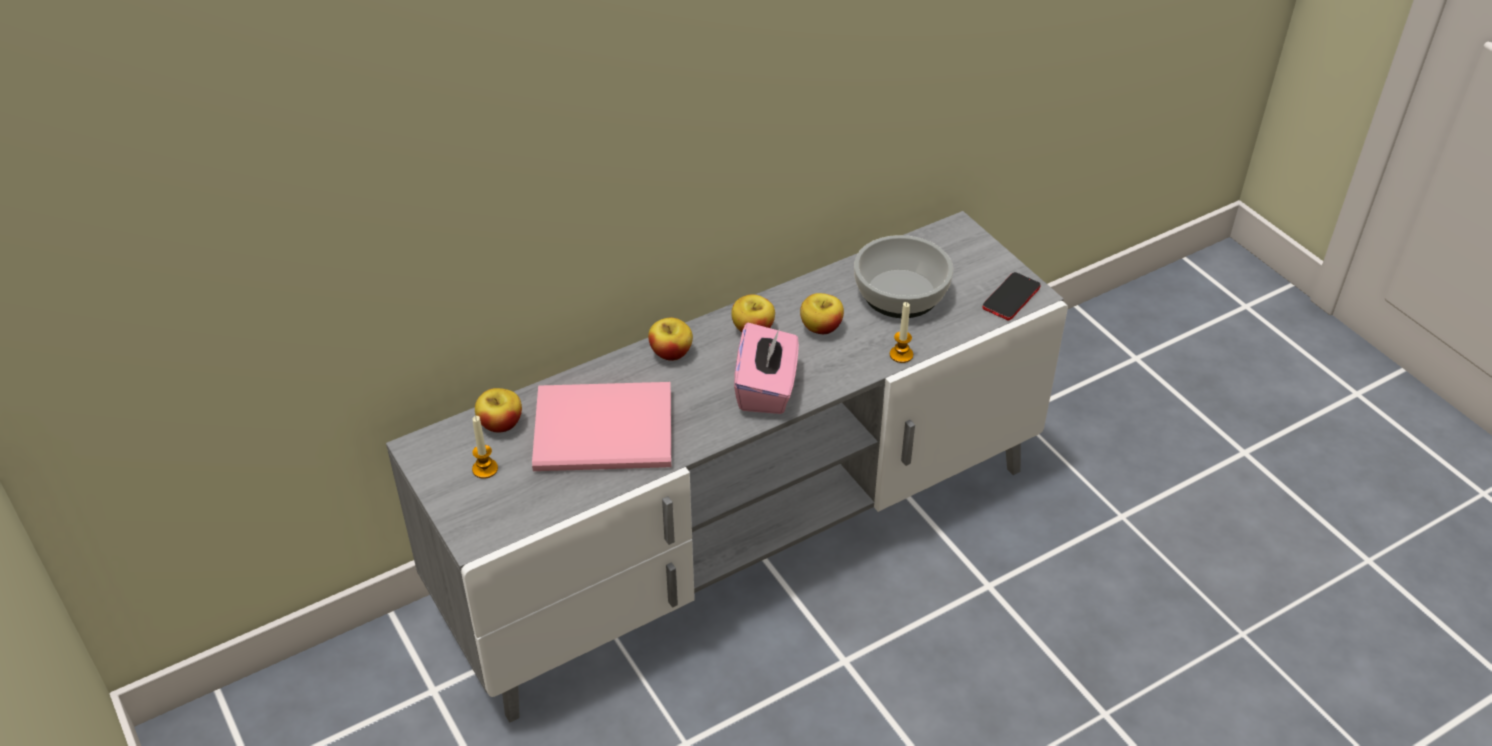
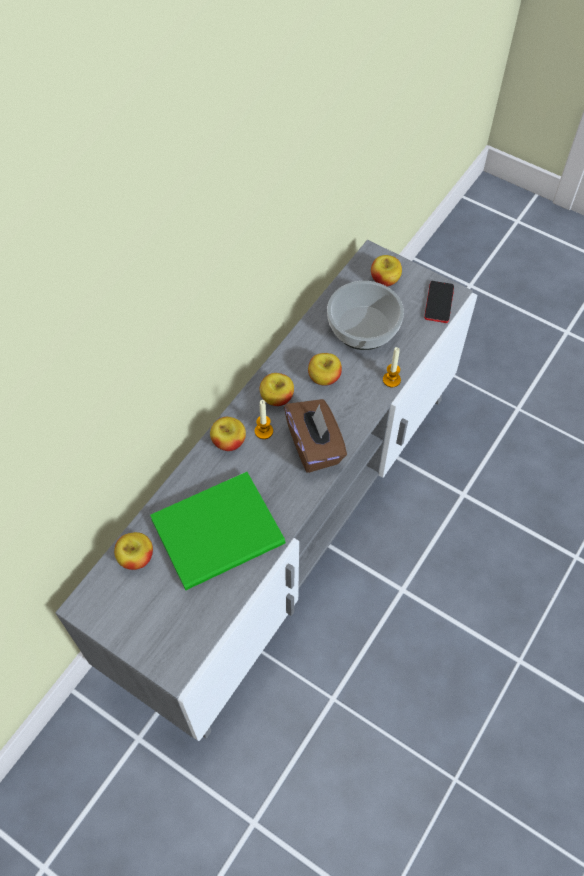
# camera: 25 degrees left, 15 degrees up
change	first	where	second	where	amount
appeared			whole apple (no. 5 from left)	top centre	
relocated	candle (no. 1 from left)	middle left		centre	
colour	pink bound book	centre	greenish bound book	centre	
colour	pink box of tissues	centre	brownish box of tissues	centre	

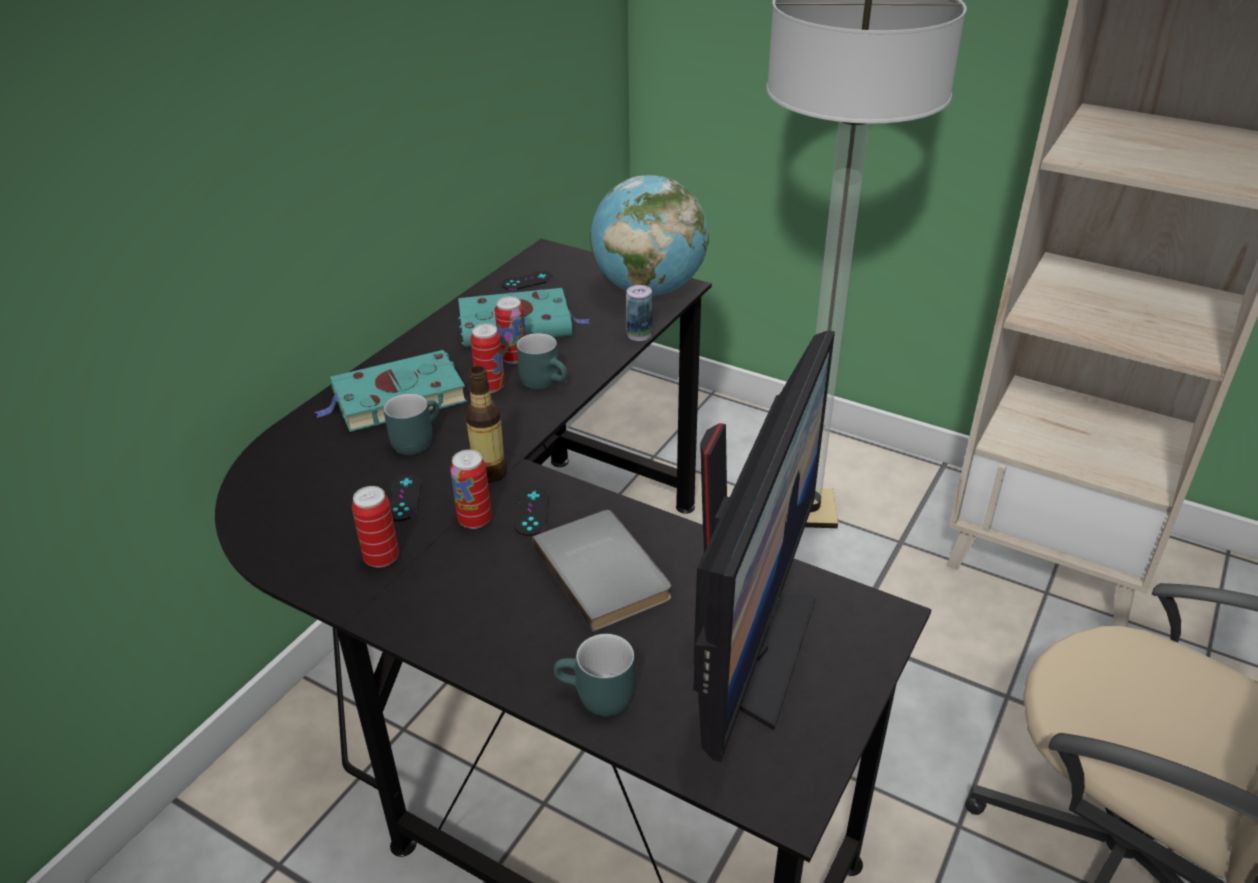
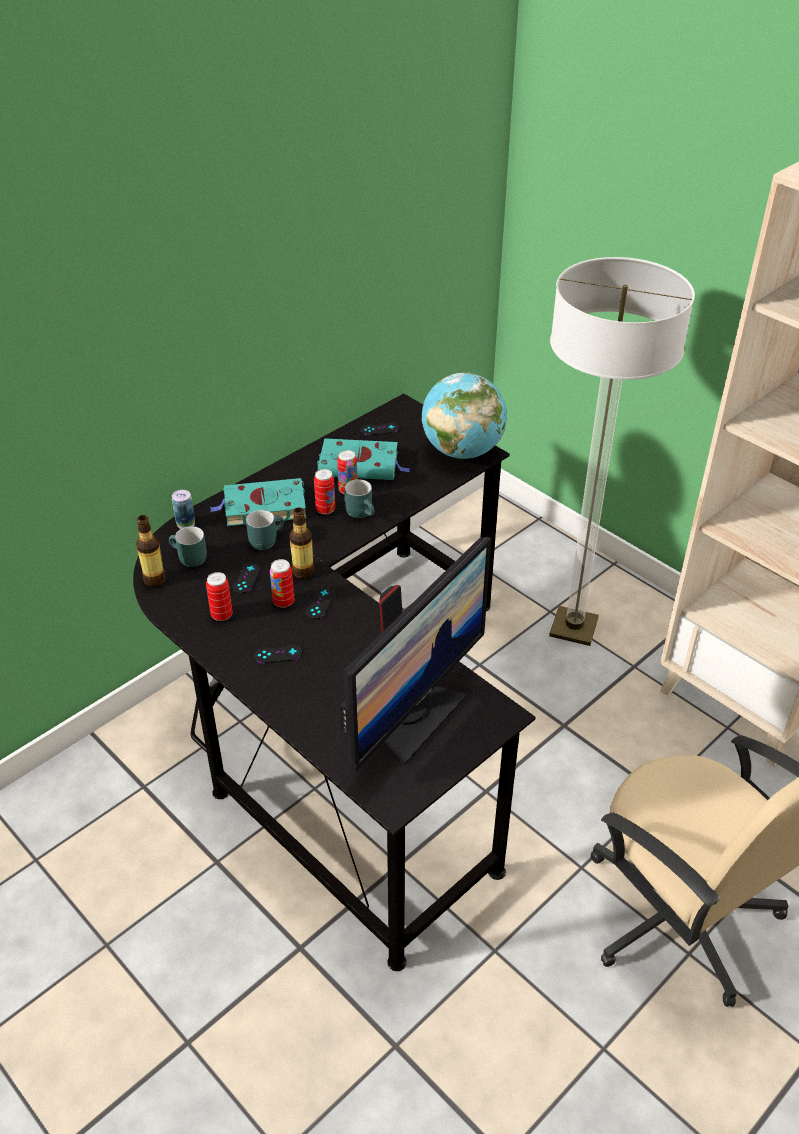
# camera: 15 degrees right, 5 degrees up
change	first	where	second	where	amount
missing	greyish bound book	centre			
appeared			bottle (no. 1 from left)	middle left	
appeared			black game controller (no. 2 from left)	centre	
relocated	turquoise coffee mug (no. 3 from left in the first image)	bottom centre	turquoise coffee mug (no. 1 from left)	middle left	
relocated	metal can (no. 5 from left in the first image)	centre	metal can (no. 1 from left)	middle left	

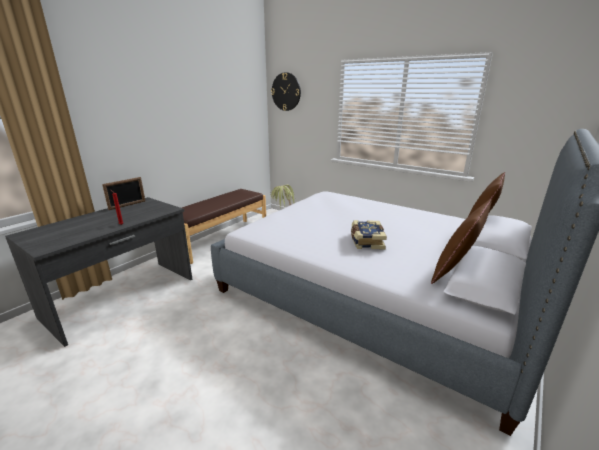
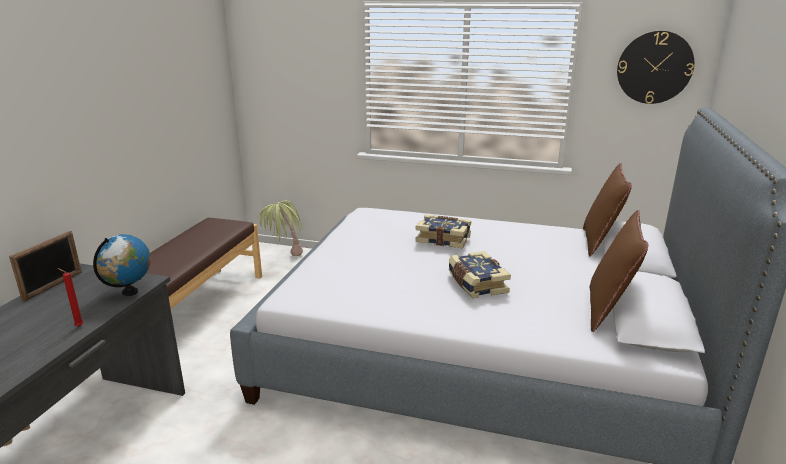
# camera: 20 degrees left, 0 degrees up
change	first	where	second	where	amount
appeared			world globe	middle left	
appeared			bound book (no. 1 from left)	centre	
relocated	wall clock	top centre		top right	

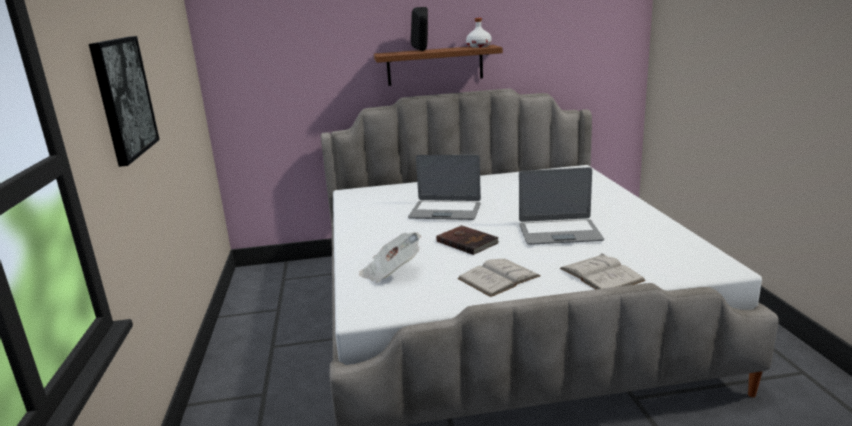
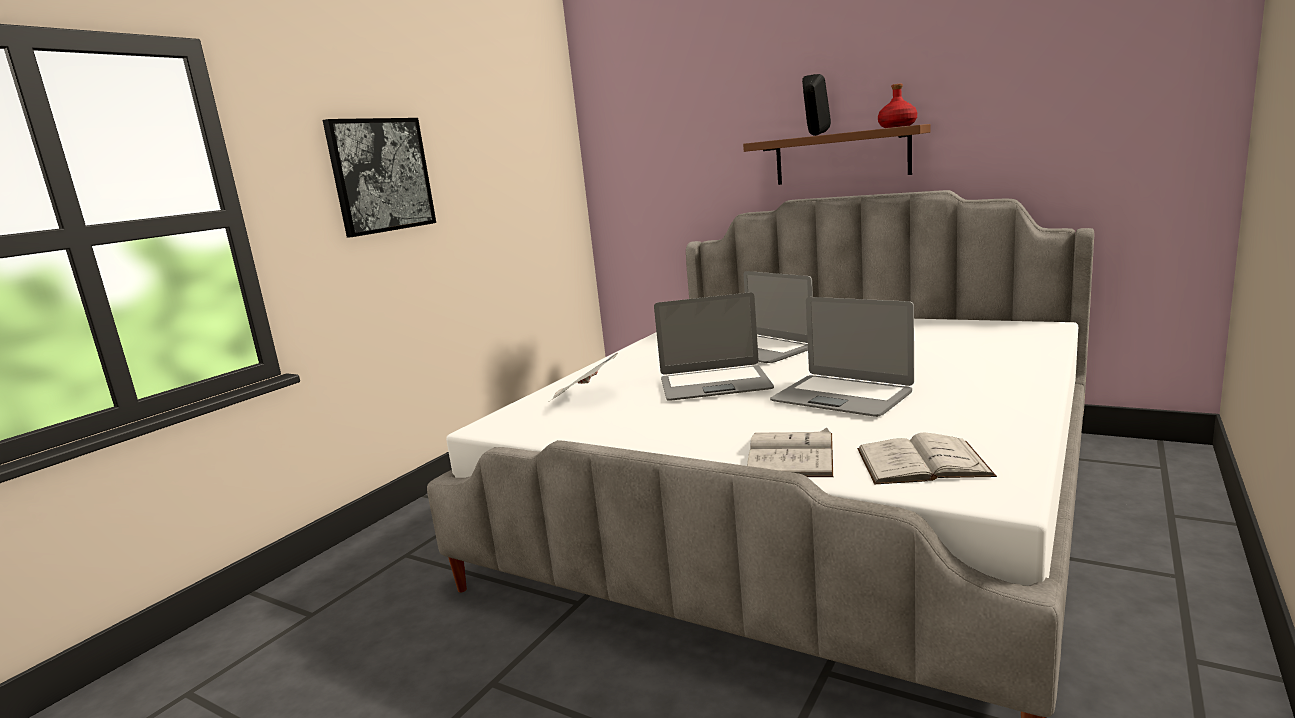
# camera: 40 degrees right, 5 degrees down
change	first	where	second	where	amount
relocated	white bound book (no. 1 from left in the first image)	centre	white bound book (no. 2 from left)	middle right	
exchanged	brownish bound book	centre	portable computer (no. 1 from left)	centre	
colour	white bottle	top centre	red bottle	top right	

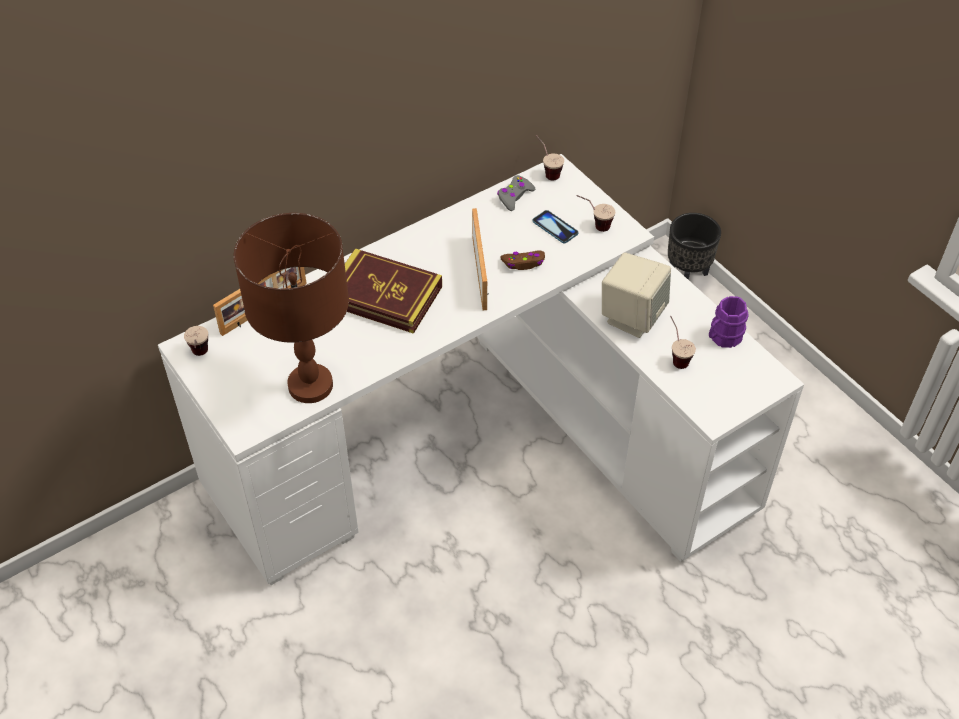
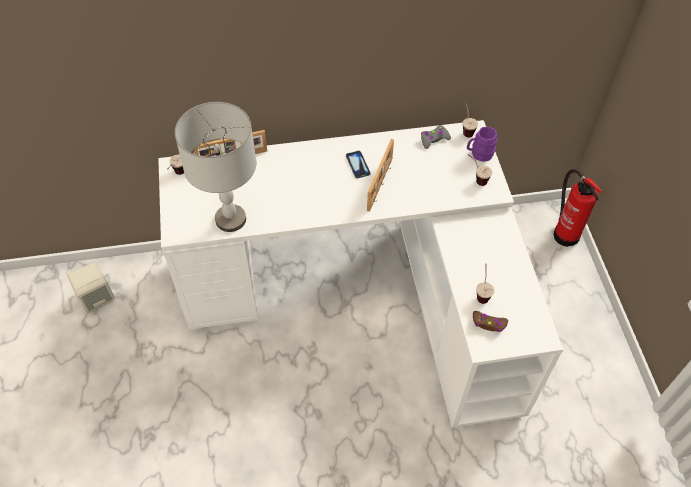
# camera: 25 degrees right, 5 degrees up
change	first	where	second	where	amount
missing	bound book	centre			
relocated	brownish game controller	centre		middle right	
relocated	telephone	top centre		centre	
relocated	beige audio speaker	centre		middle left	
relocated	purple coffee mug	middle right		top right	
exchanged	black planter	middle right	fire-fighting cylinder	middle right	
colour	brownish lamp for a table	middle left	greyish lamp for a table	middle left	

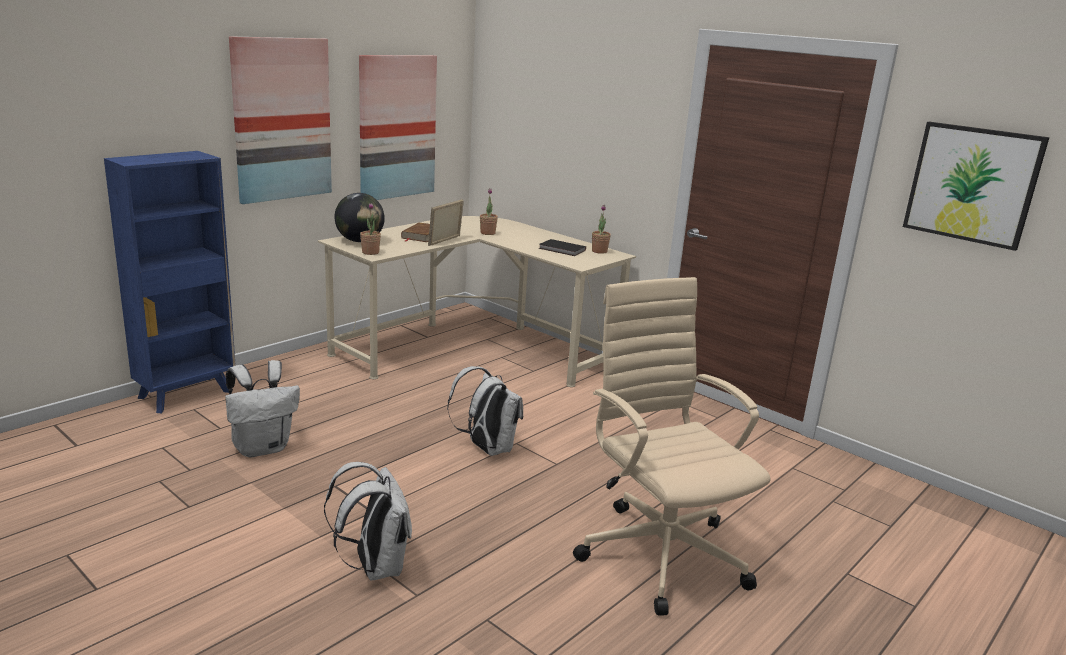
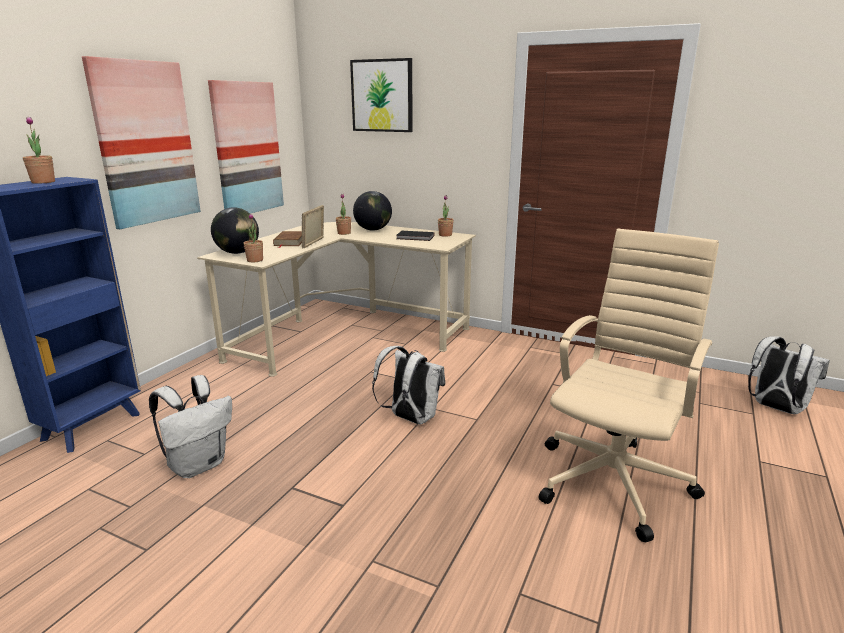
# camera: 15 degrees left, 0 degrees up
change	first	where	second	where	amount
appeared			potted plant (no. 1 from left)	top left	
appeared			world globe (no. 2 from left)	centre	
relocated	white rucksack (no. 2 from left in the first image)	bottom centre	white rucksack (no. 3 from left)	middle right	
relocated	picture (no. 3 from left)	top right		top centre	
spun	beige office chair	bottom centre		middle right	75 degrees clockwise

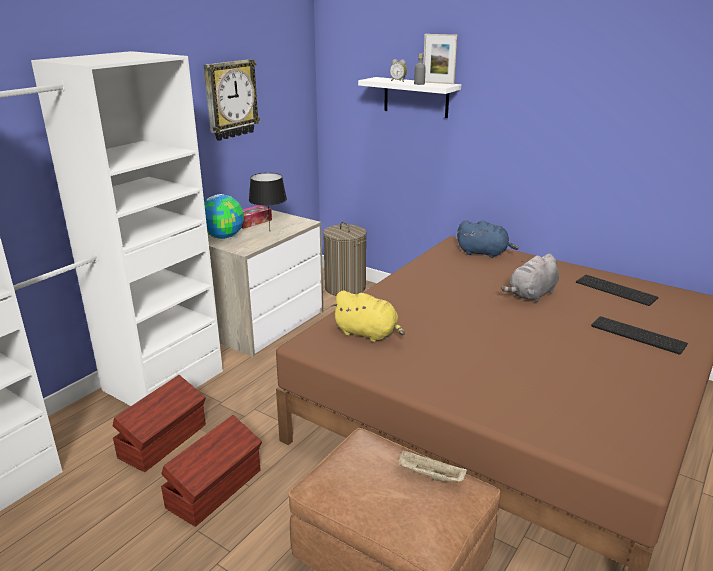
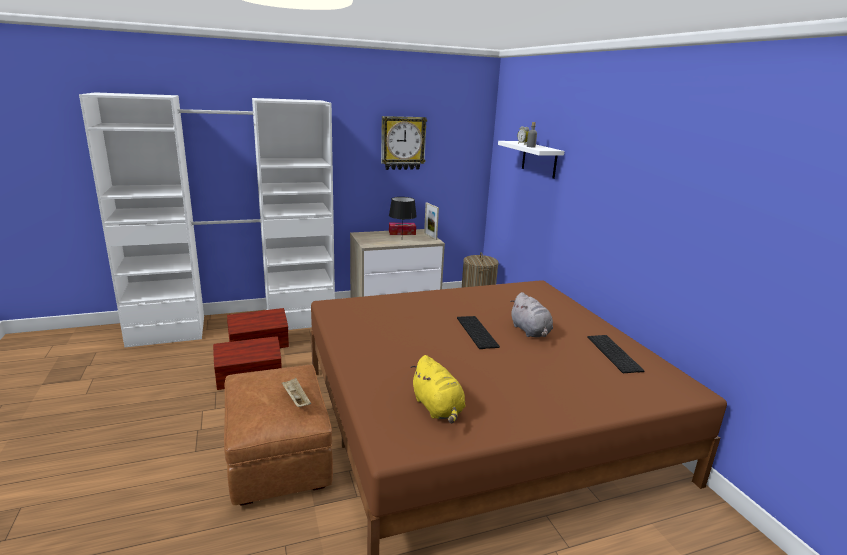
# camera: 35 degrees right, 5 degrees down
change	first	where	second	where	amount
missing	world globe	middle left			
missing	bluish cuddly toy	middle right			
relocated	yellow-coloured cuddly toy	centre		bottom centre	
relocated	picture frame	top centre		centre	
relocated	PC keyboard (no. 2 from left in the first image)	middle right	PC keyboard (no. 1 from left)	centre	
spun	greyish cuddly toy	middle right		centre	105 degrees counterclockwise

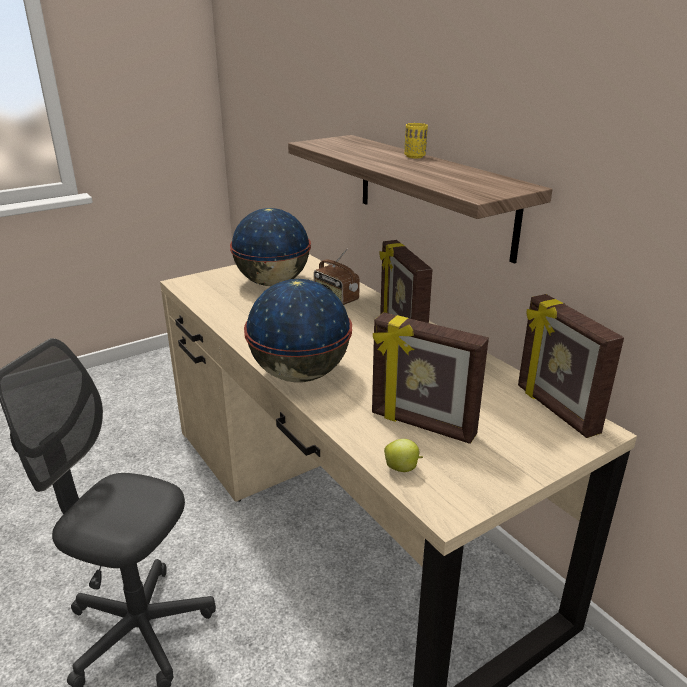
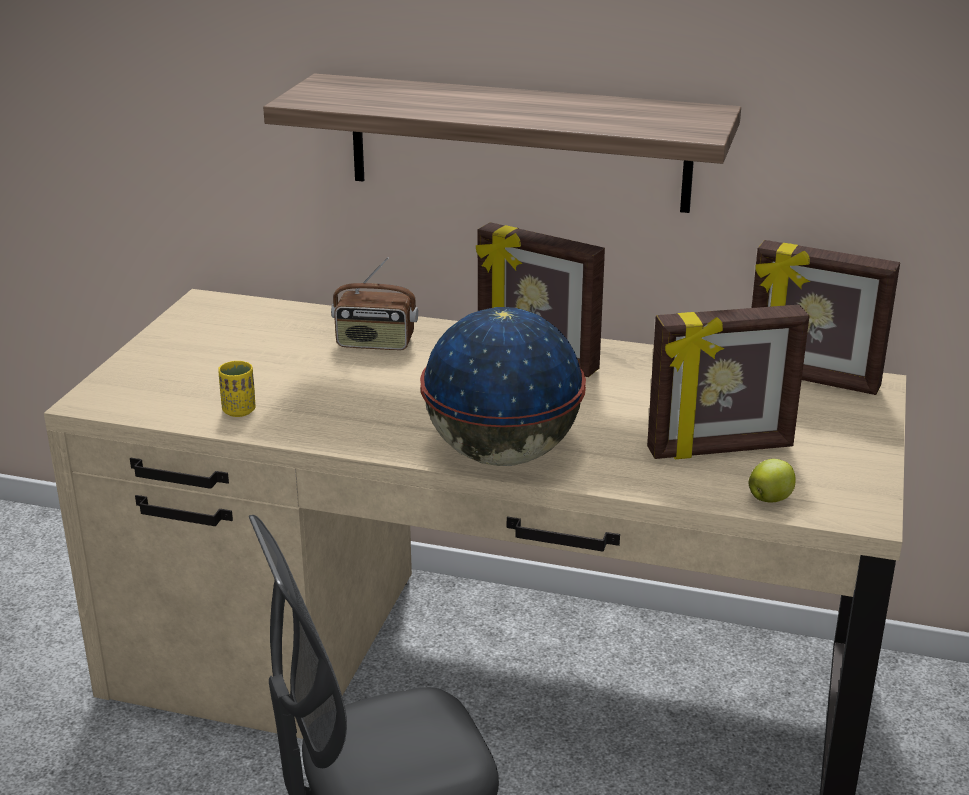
# camera: 40 degrees left, 0 degrees up
change	first	where	second	where	amount
missing	world globe (no. 1 from left)	centre			
relocated	yellow-coloured drinking cup	top centre		middle left	

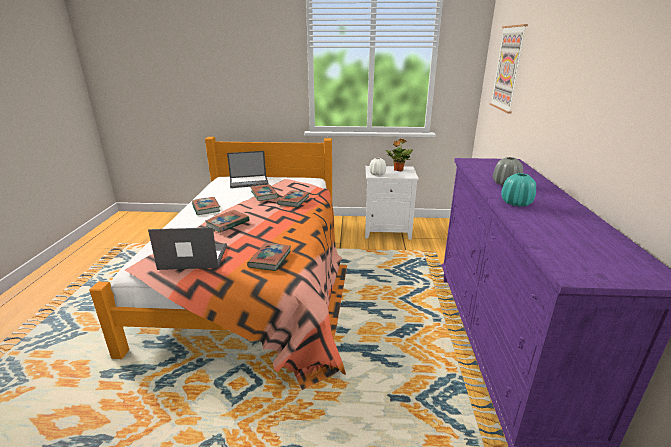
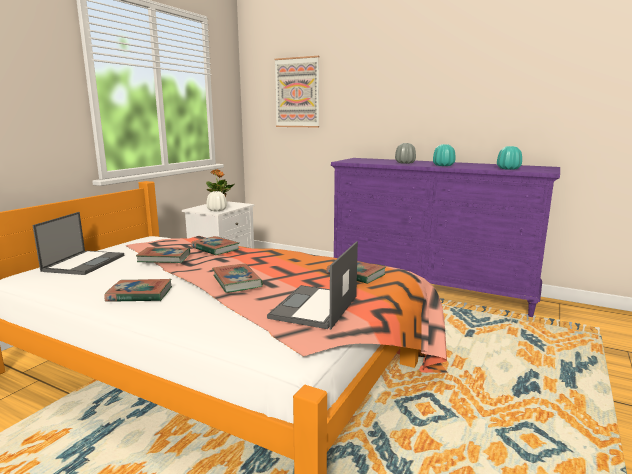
# camera: 65 degrees left, 10 degrees down
change	first	where	second	where	amount
appeared			turquoise vase (no. 2 from left)	middle right	

